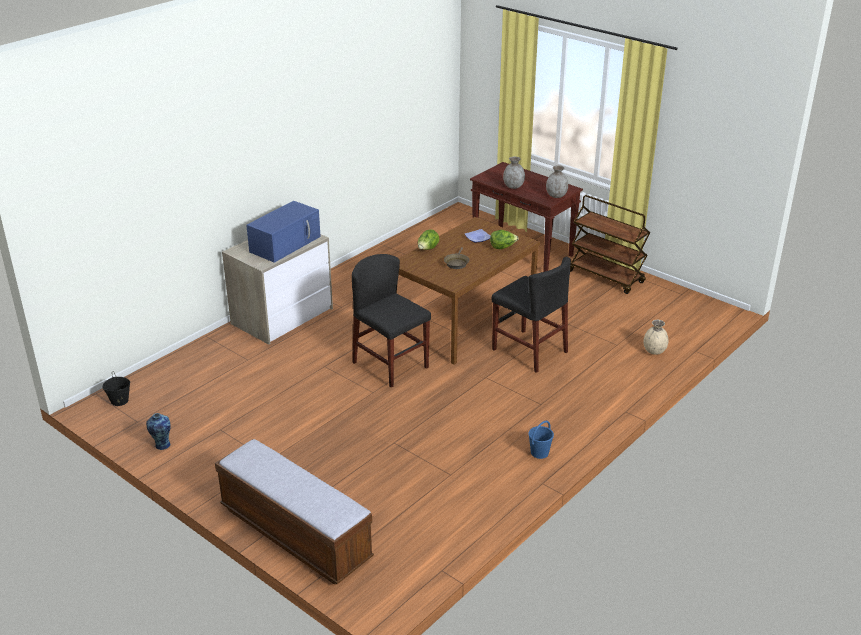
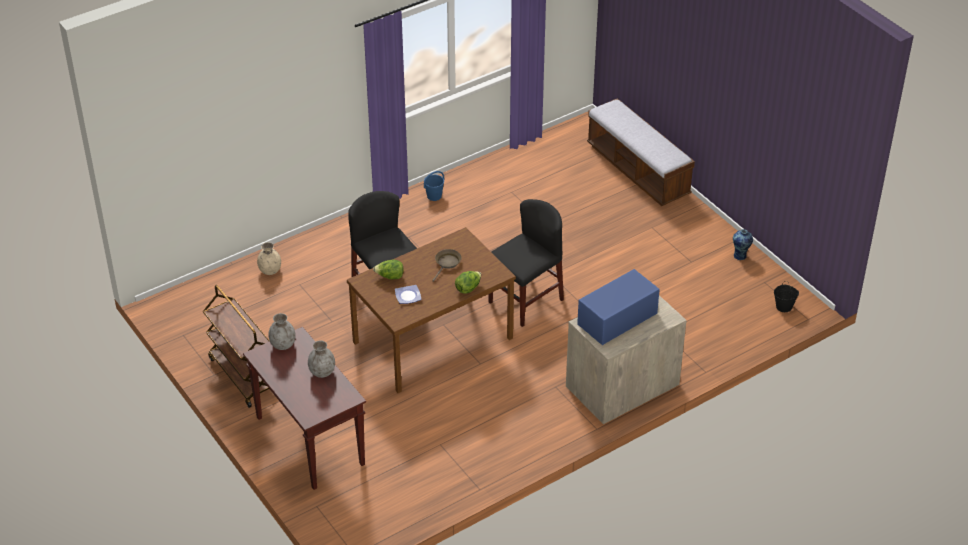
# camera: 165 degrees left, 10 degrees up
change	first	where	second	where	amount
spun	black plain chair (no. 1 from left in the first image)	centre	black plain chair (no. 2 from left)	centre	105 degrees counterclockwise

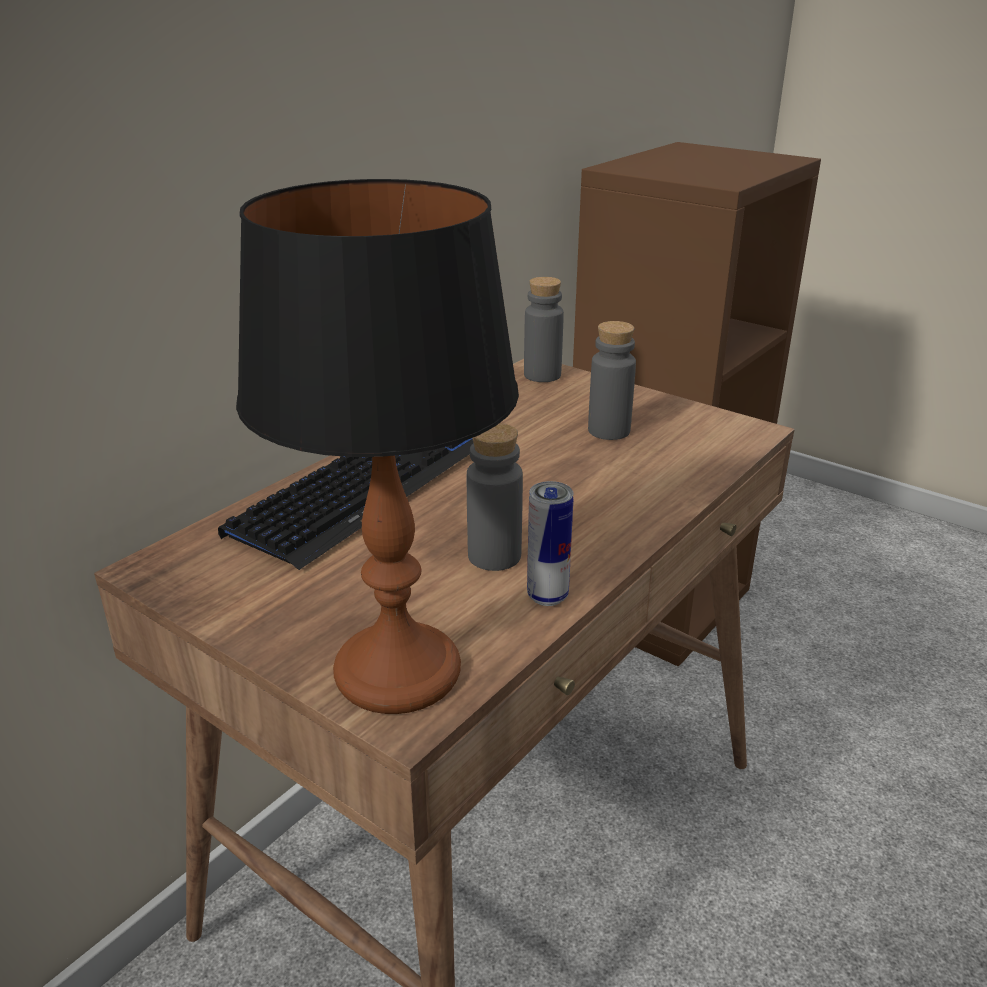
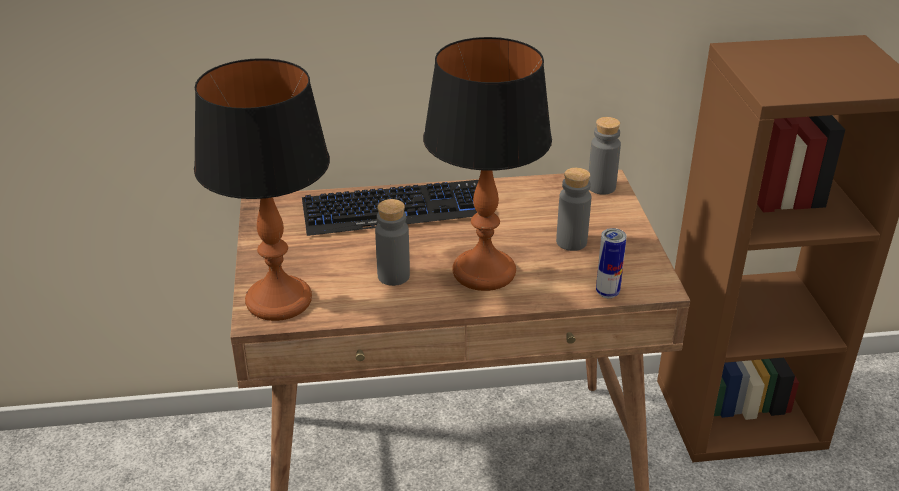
# camera: 45 degrees right, 5 degrees up
change	first	where	second	where	amount
appeared			lamp for a table (no. 2 from left)	centre	
relocated	metal can	centre		middle right	

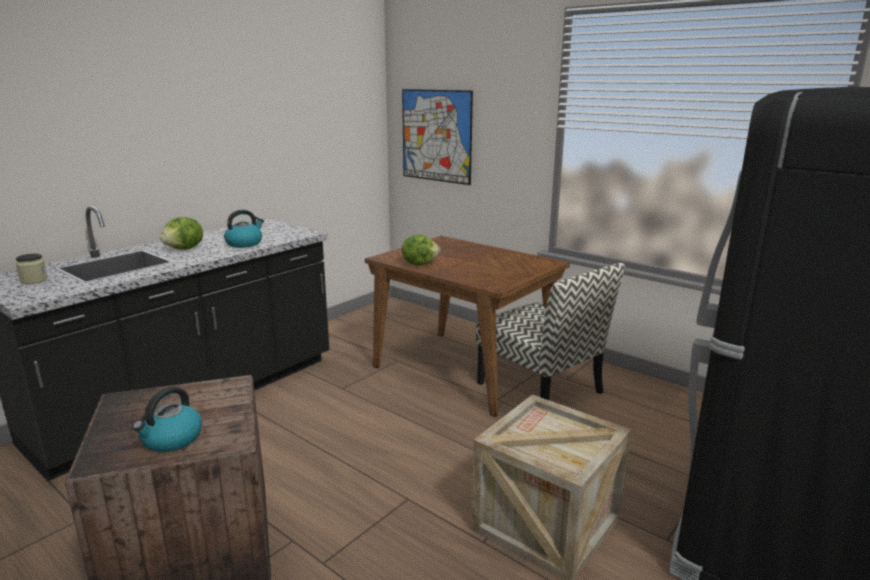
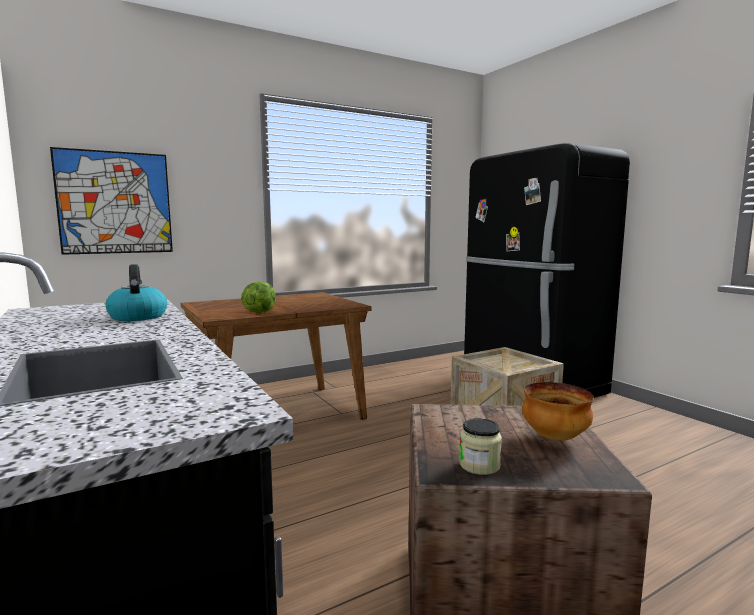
# camera: 70 degrees left, 10 degrees down
change	first	where	second	where	amount
missing	lettuce head (no. 1 from left)	middle left			
missing	plain chair	centre			
relocated	preserve jar	middle left		bottom centre	
exchanged	kettle (no. 1 from left)	bottom left	bowl	bottom right	

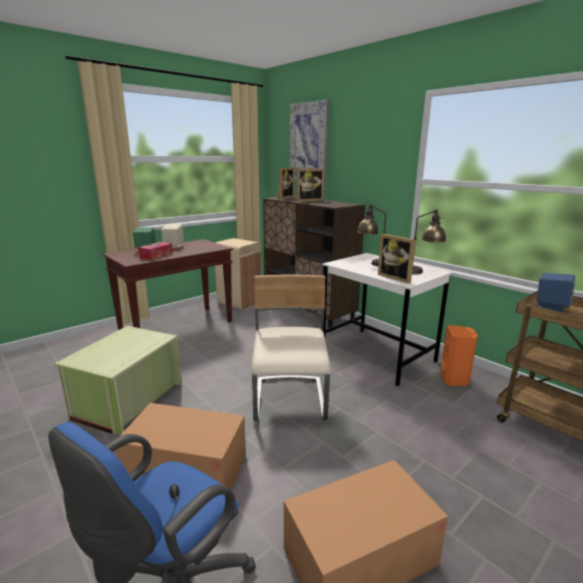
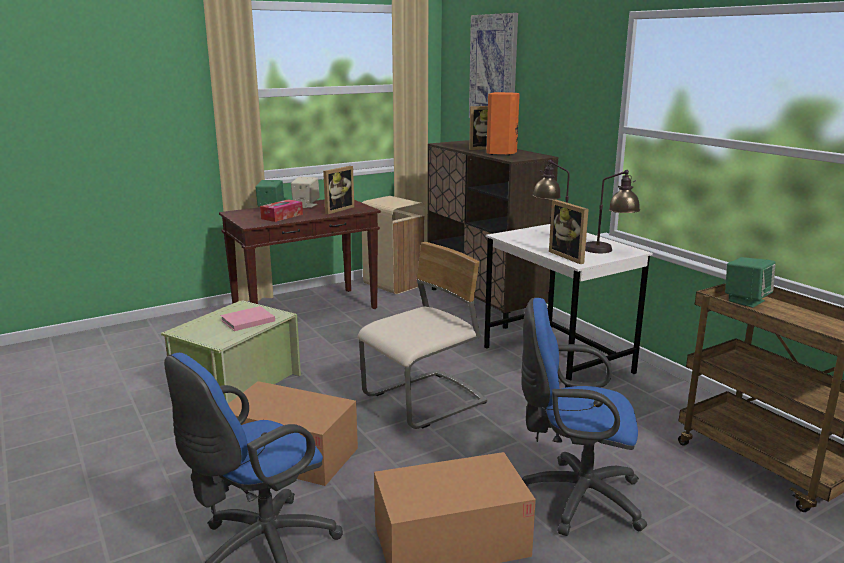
# camera: 10 degrees right, 0 degrees up
change	first	where	second	where	amount
appeared			pink bound book	middle left	
appeared			bluish office chair (no. 2 from left)	bottom right	
relocated	picture frame (no. 1 from left)	top centre		centre	
relocated	orange-coloured audio speaker	middle right		top centre	
colour	bluish audio speaker	middle right	greenish audio speaker (no. 2 from left)	middle right	
spun	beige plain chair	centre		centre	45 degrees clockwise

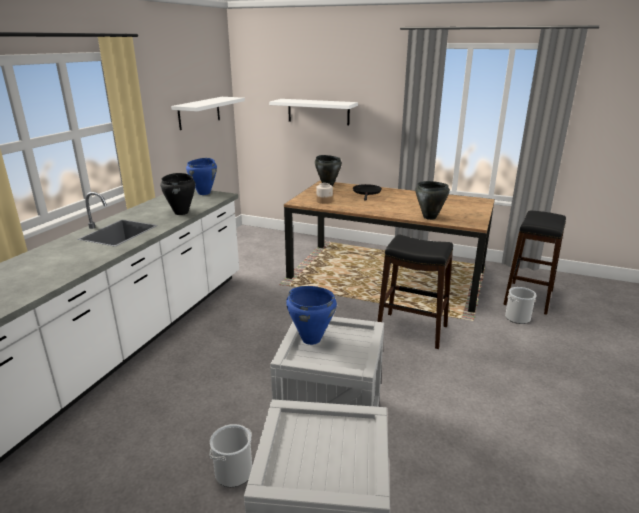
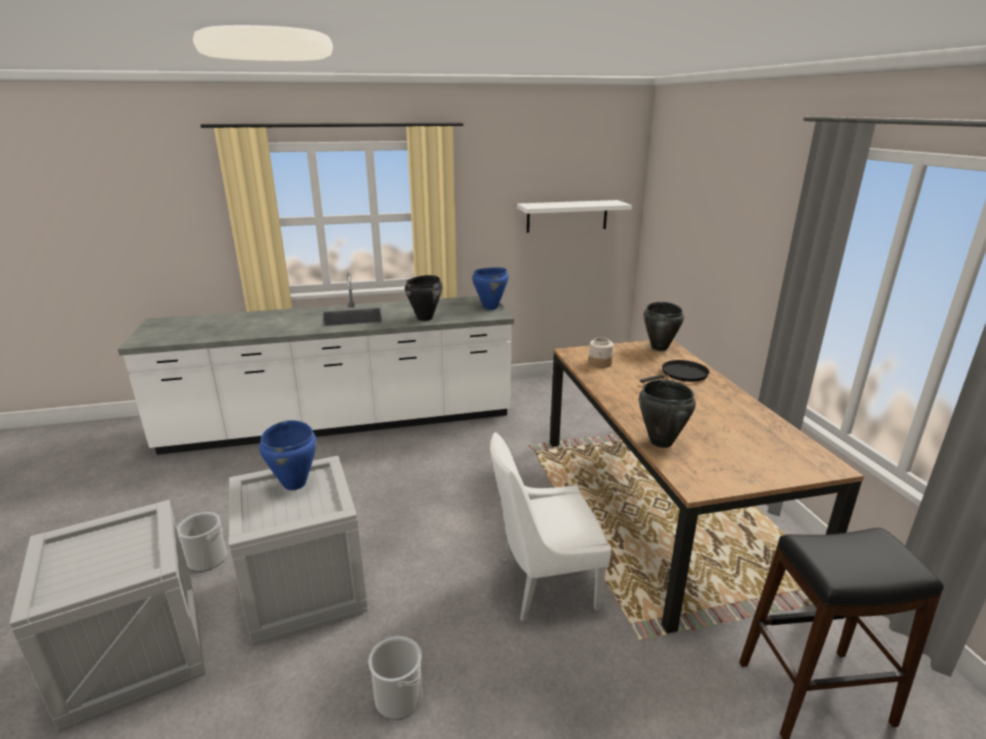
# camera: 55 degrees right, 0 degrees up
change	first	where	second	where	amount
missing	white bracket shelf (no. 2 from left)	top centre			
relocated	bucket (no. 2 from left)	middle right		bottom centre	
exchanged	black stool (no. 1 from left)	centre	white plain chair	bottom centre	

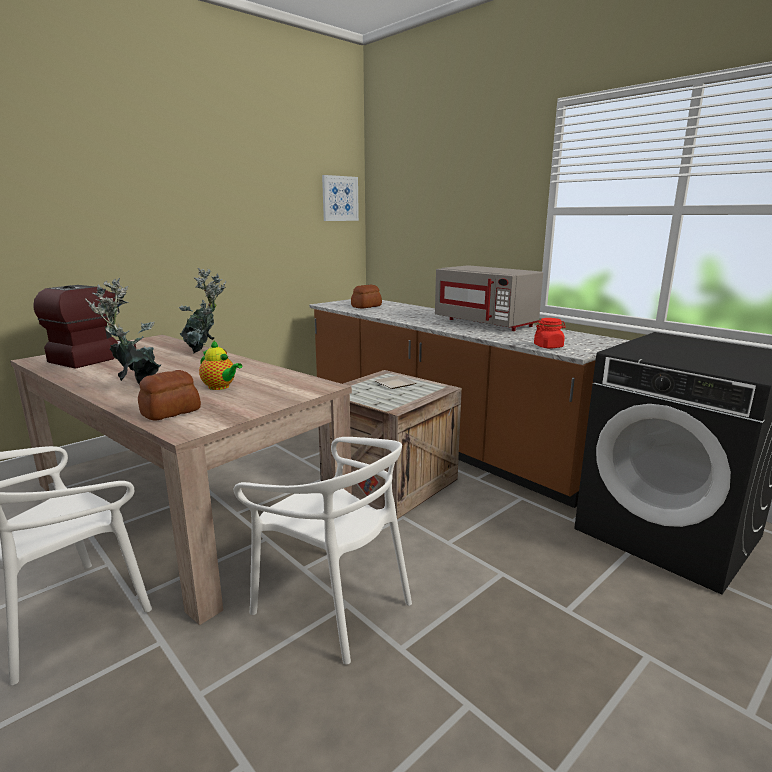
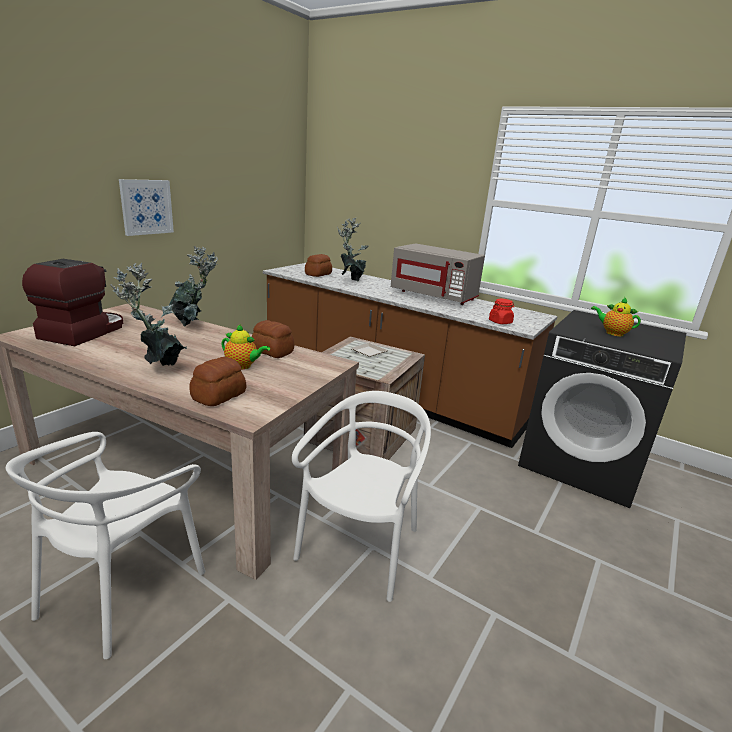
# camera: 15 degrees left, 5 degrees up
change	first	where	second	where	amount
appeared			bakery bread (no. 2 from left)	centre	
appeared			potted plant (no. 3 from left)	centre	
appeared			pot for tea (no. 2 from left)	middle right	
relocated	picture	top centre		top left	
spun	white plain chair (no. 2 from left)	bottom centre		bottom centre	90 degrees counterclockwise

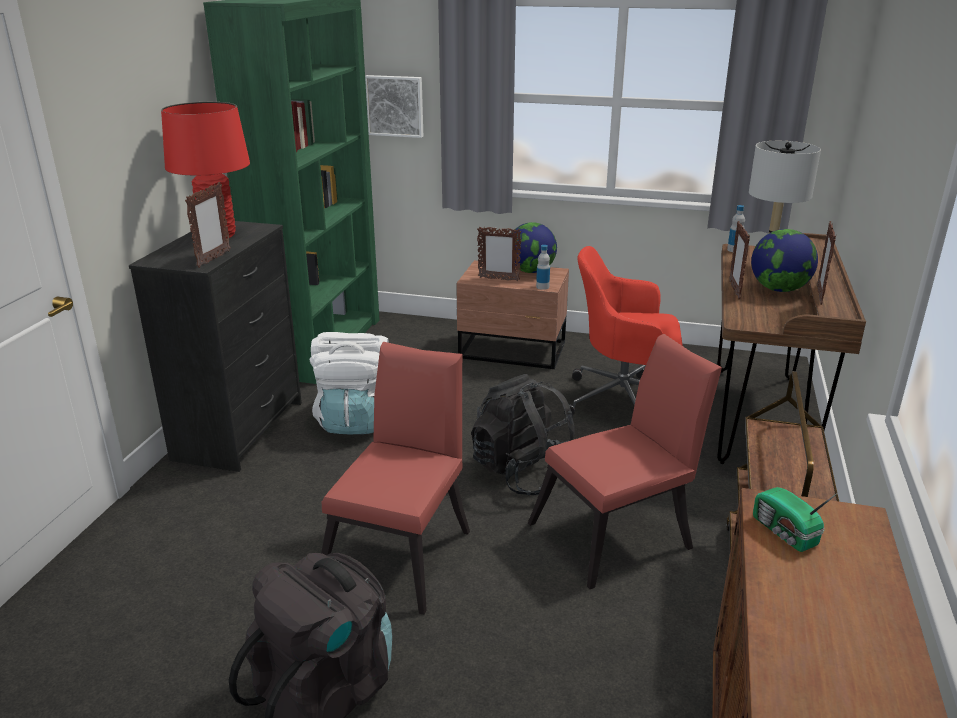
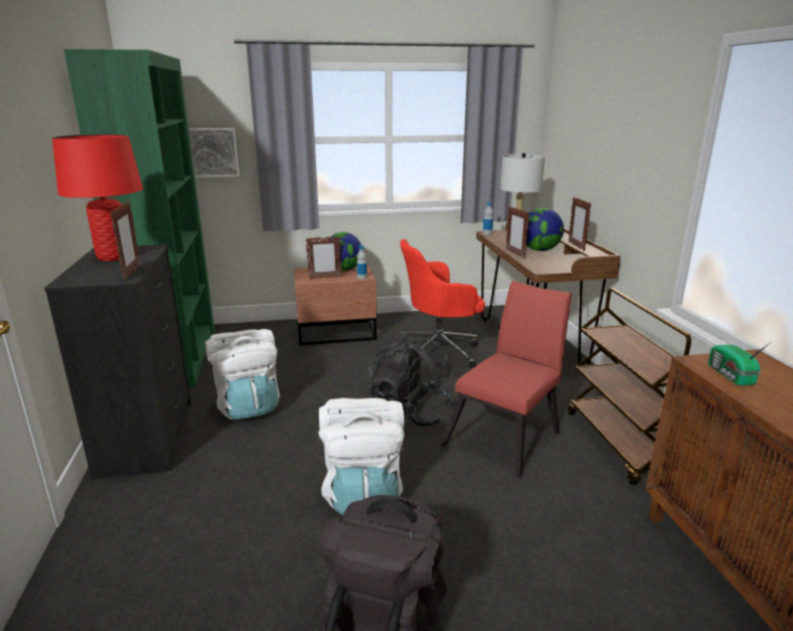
# camera: 25 degrees left, 5 degrees down
change	first	where	second	where	amount
exchanged	red plain chair (no. 1 from left)	centre	white rucksack (no. 2 from left)	bottom centre	
spun	radio	bottom right		middle right	45 degrees clockwise

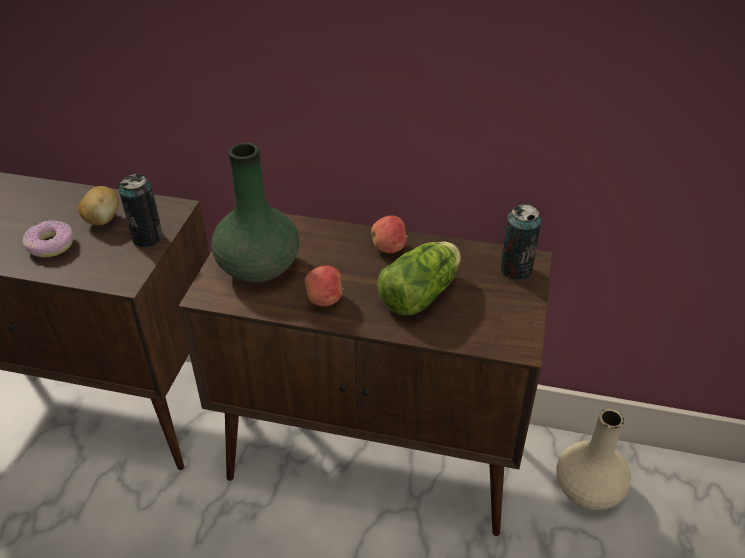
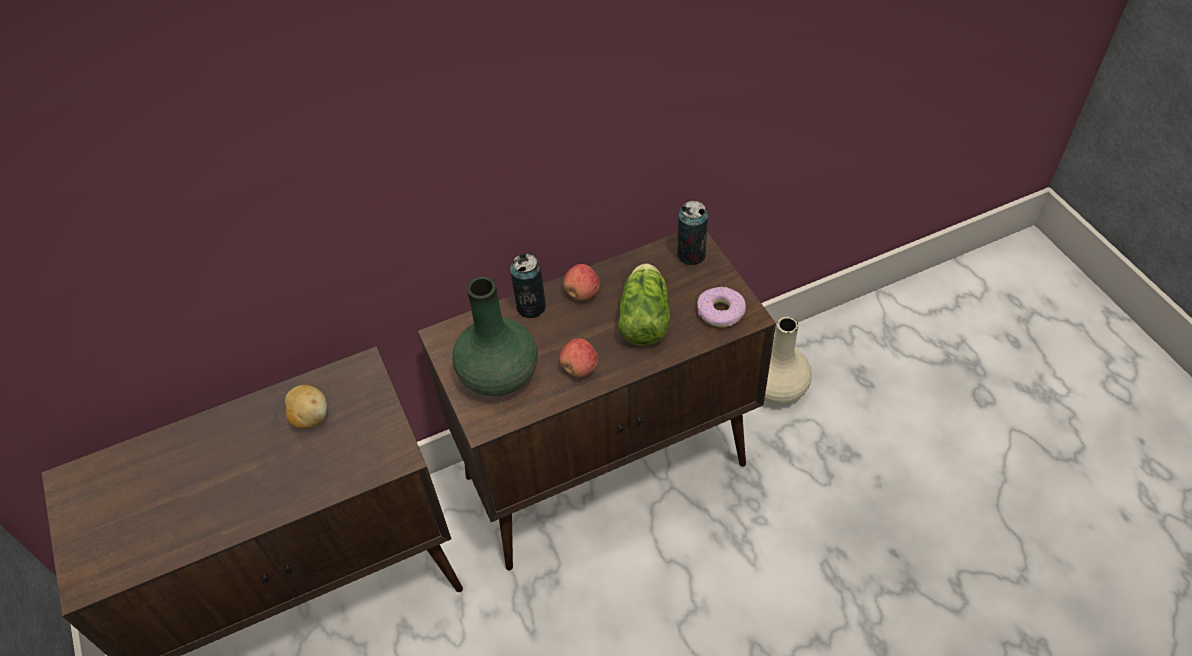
# camera: 35 degrees left, 10 degrees up
change	first	where	second	where	amount
relocated	donut	middle left		centre	
relocated	metal can (no. 1 from left)	middle left		centre	

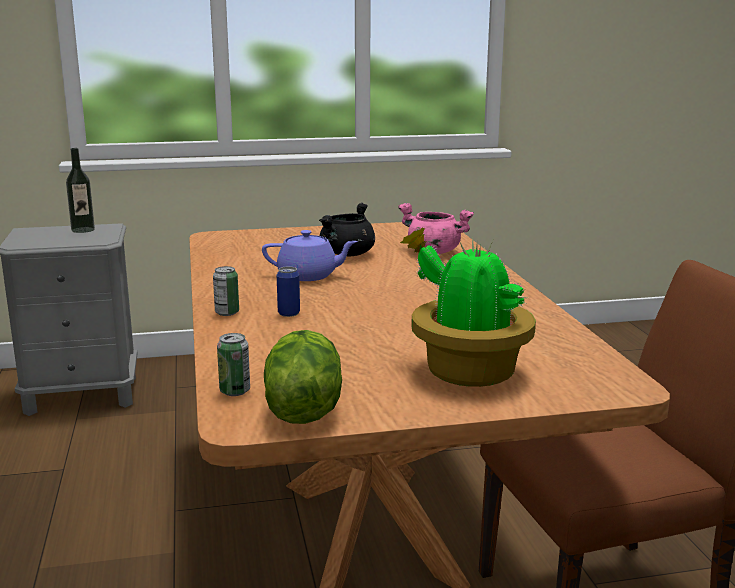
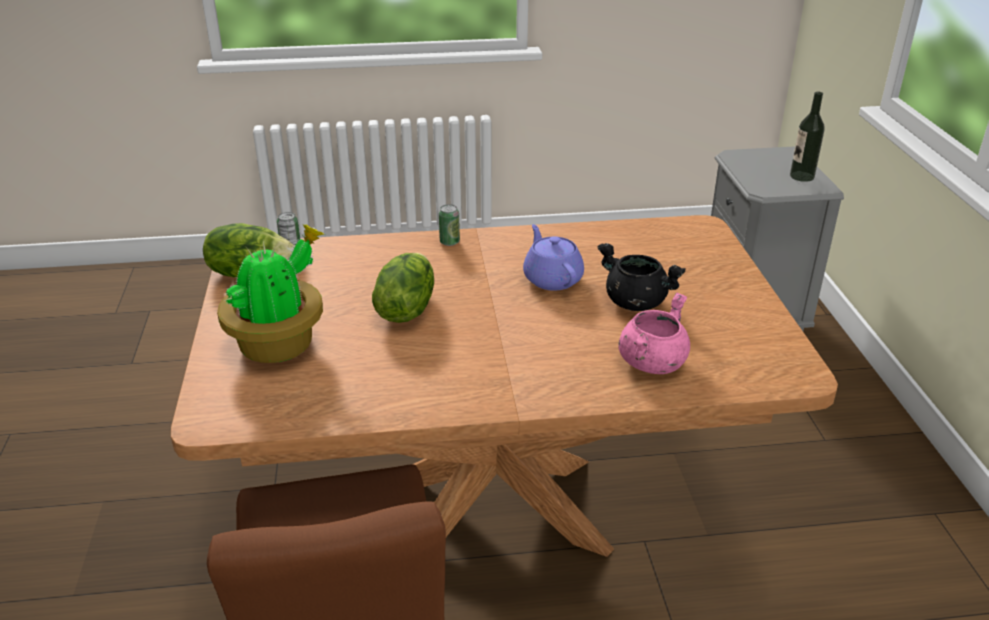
# camera: 95 degrees right, 15 degrees up
change	first	where	second	where	amount
missing	metal can (no. 3 from left)	centre			
appeared			lettuce head (no. 2 from left)	centre	
spun	purple pot for tea	centre		centre	150 degrees clockwise

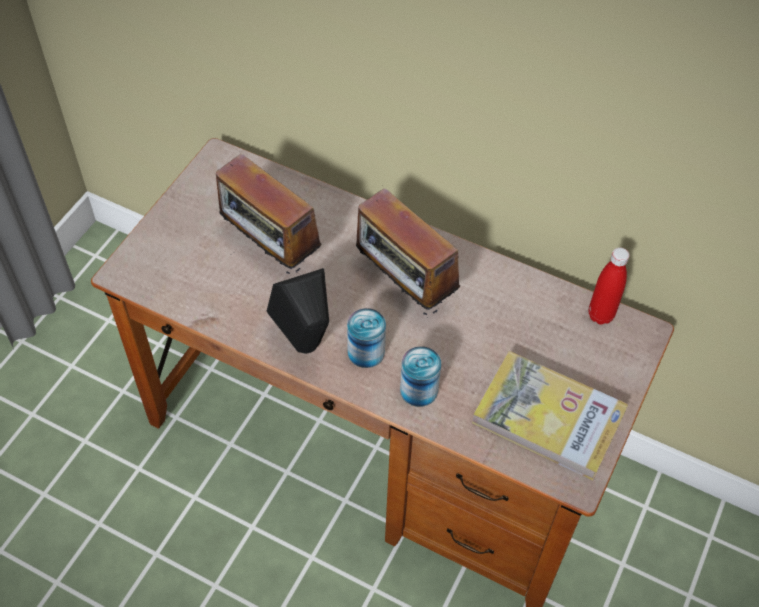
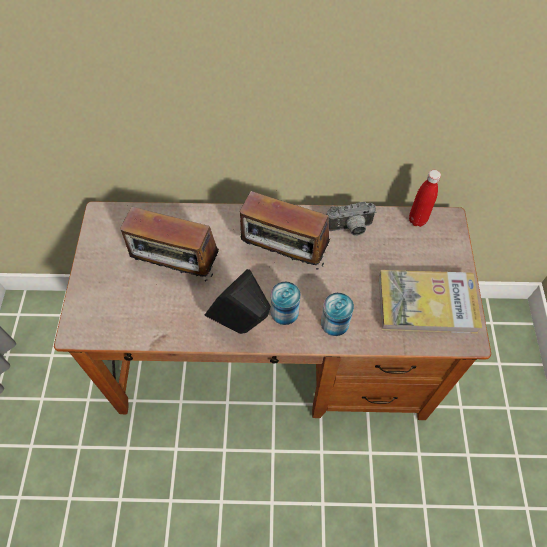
# camera: 25 degrees left, 5 degrees up
change	first	where	second	where	amount
appeared			still camera	centre	

